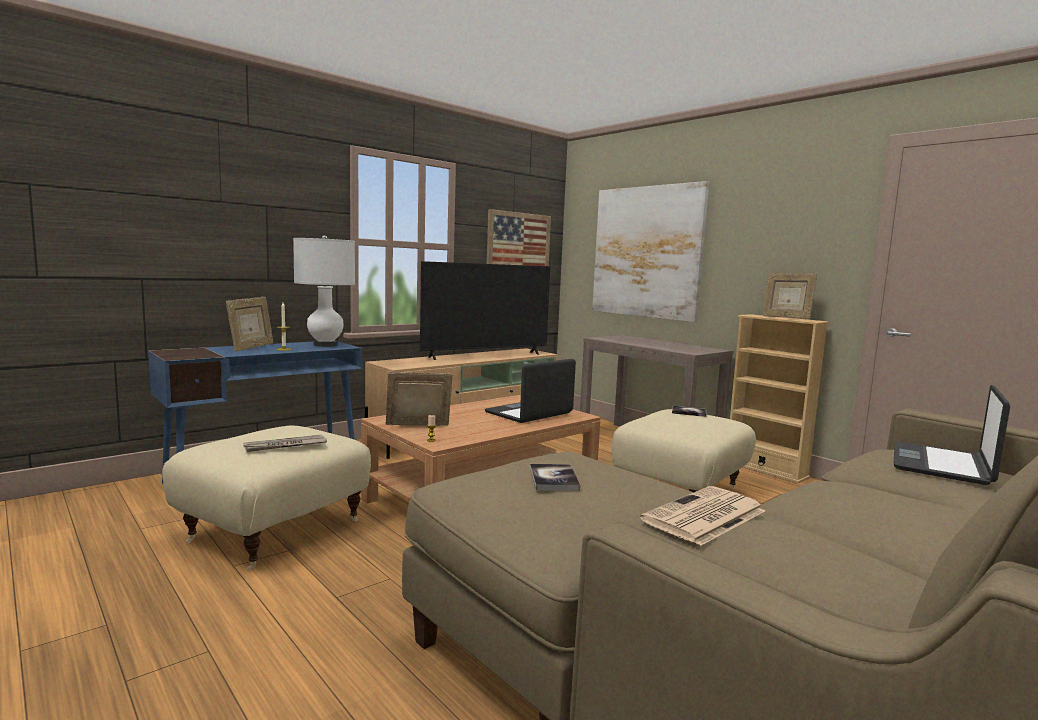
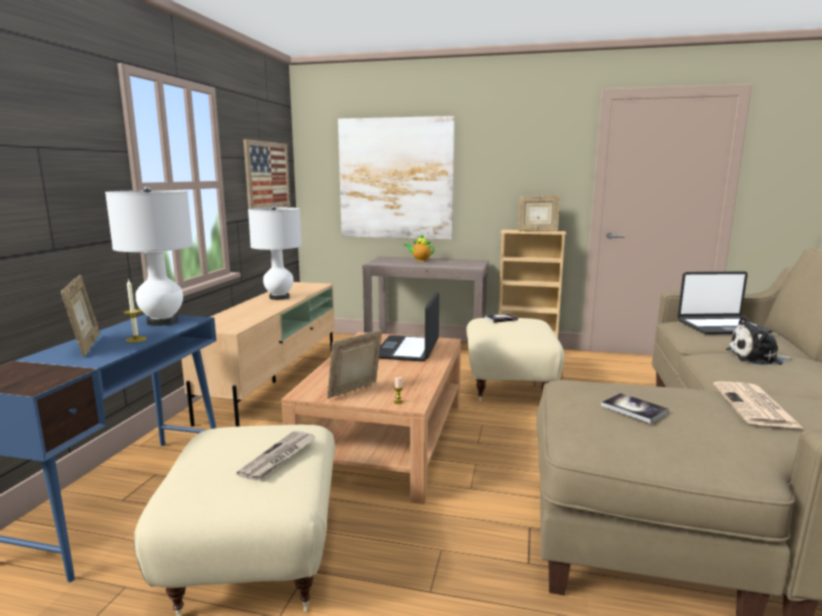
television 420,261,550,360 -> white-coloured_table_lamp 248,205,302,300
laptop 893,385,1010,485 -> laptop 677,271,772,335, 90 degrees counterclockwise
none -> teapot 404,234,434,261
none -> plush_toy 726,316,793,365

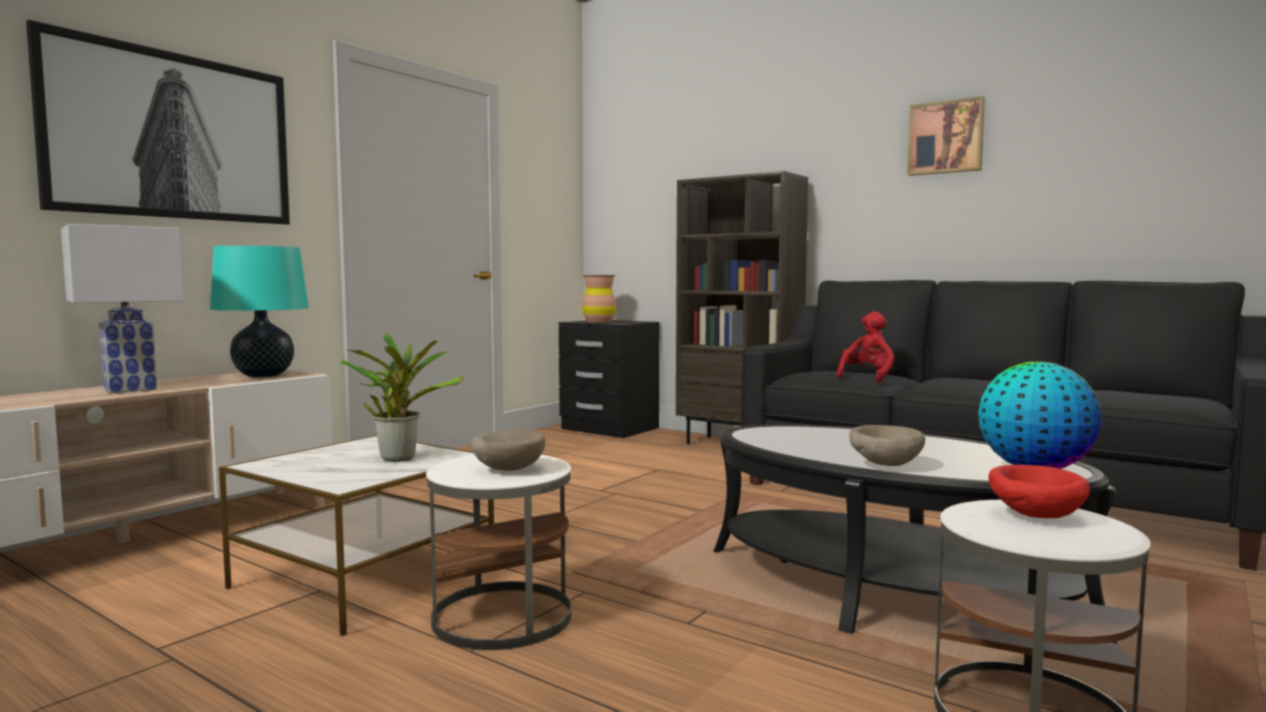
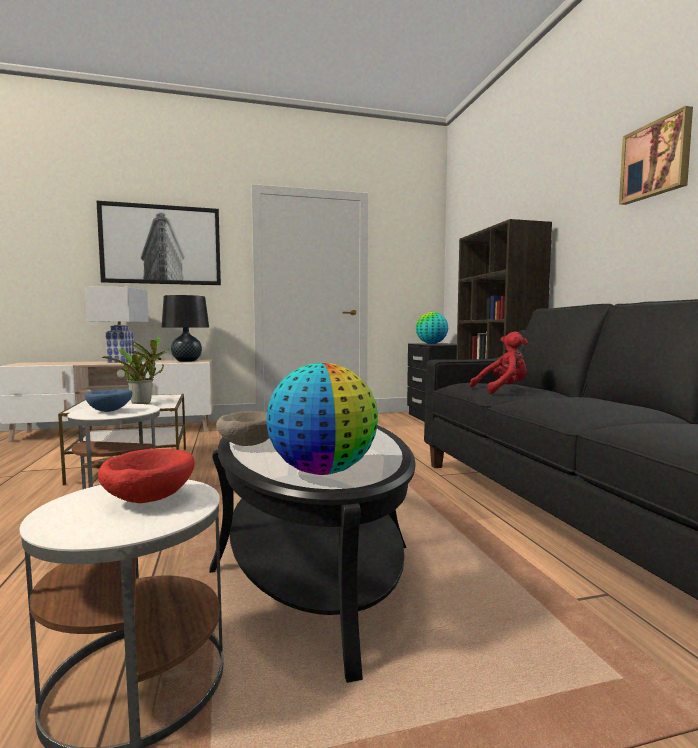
turquoise_table_lamp 210,246,309,377 -> blackish_table_lamp 162,295,209,362
brownish_flower_vase 582,275,616,323 -> desk_globe 416,312,448,344
sand-coloured_serving_bowl 472,429,545,471 -> blue_serving_bowl 85,389,132,412

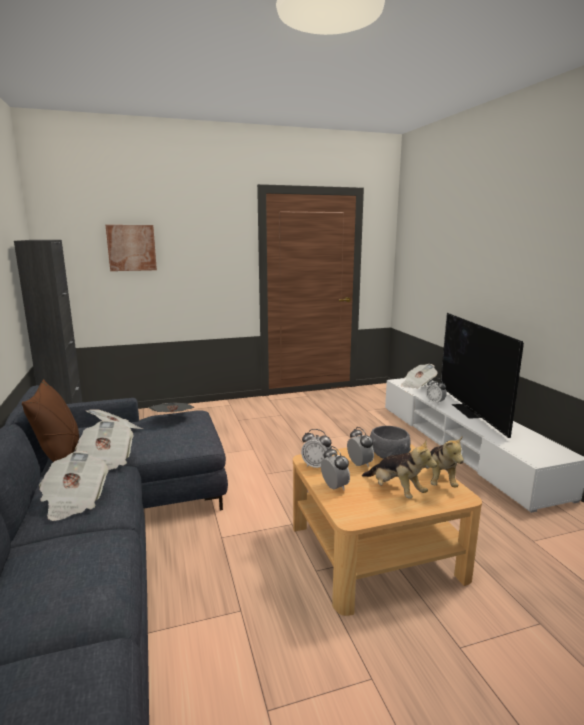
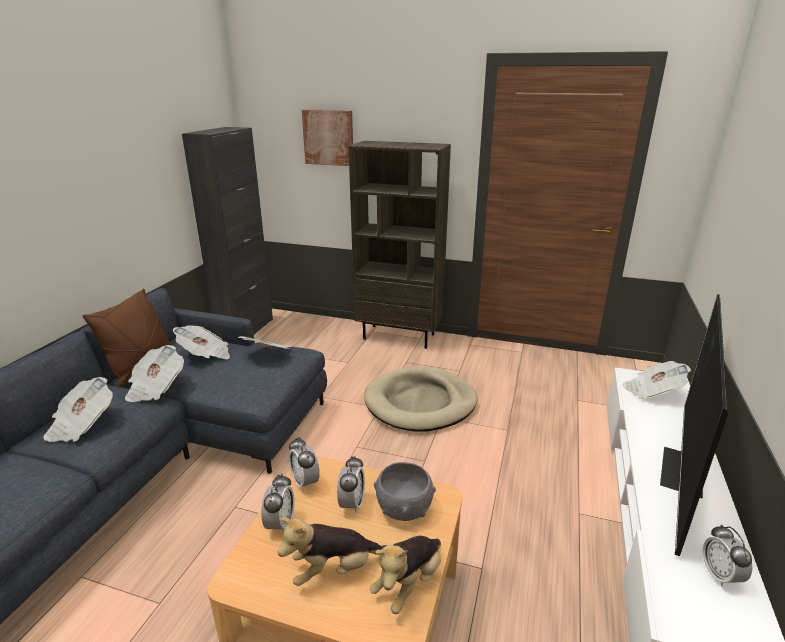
bedside_clock 426,378,447,404 -> bedside_clock 703,524,752,587, relocated
plush_toy 362,440,437,499 -> plush_toy 278,517,387,586, 75 degrees clockwise
none -> brownish_shelving_unit 348,141,451,349
none -> sand-coloured_pet_bed 364,366,477,432

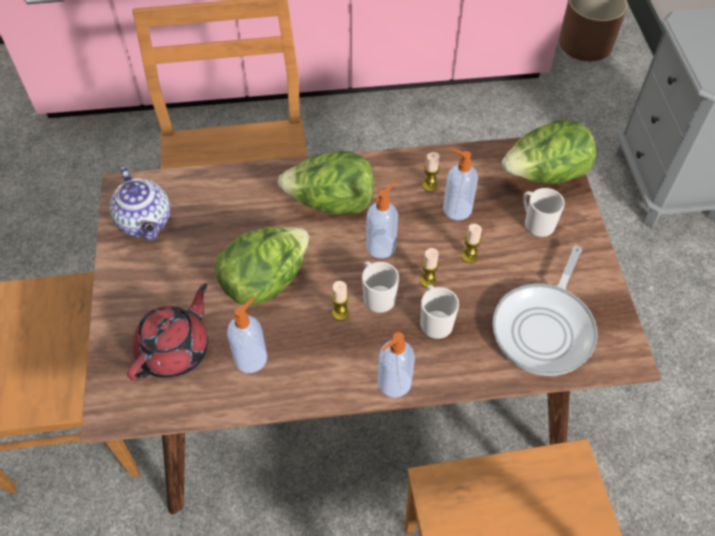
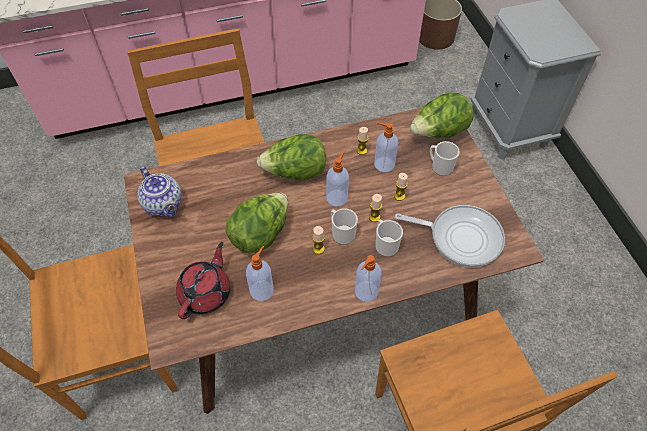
frying_pan 492,245,597,376 -> frying_pan 395,205,505,268, 90 degrees counterclockwise

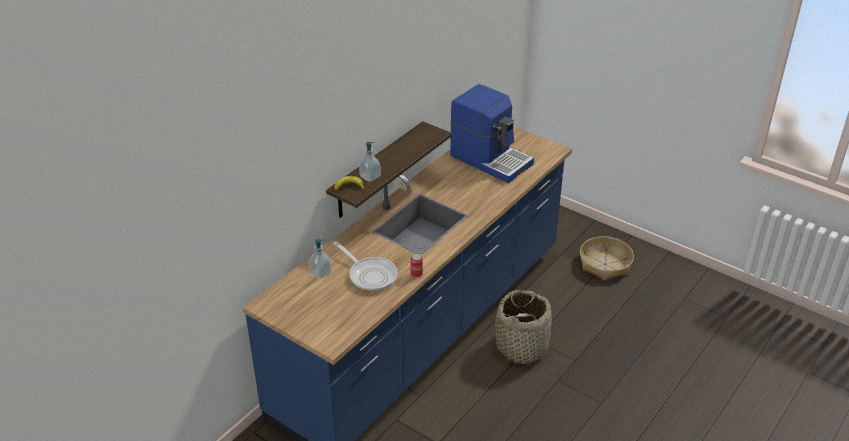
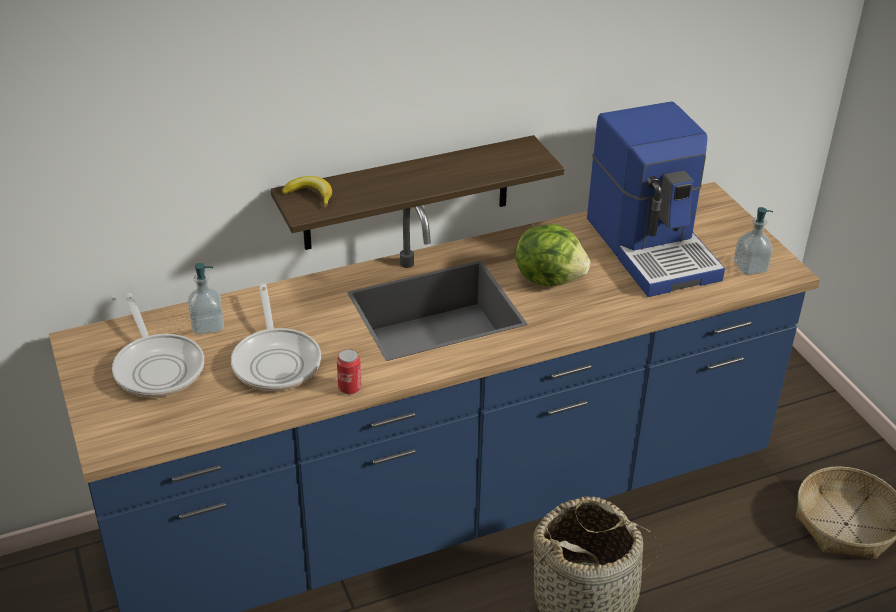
soap_bottle 359,142,381,182 -> soap_bottle 734,207,773,275, relocated
none -> head_of_lettuce 515,224,590,286
none -> frying_pan 112,293,204,397

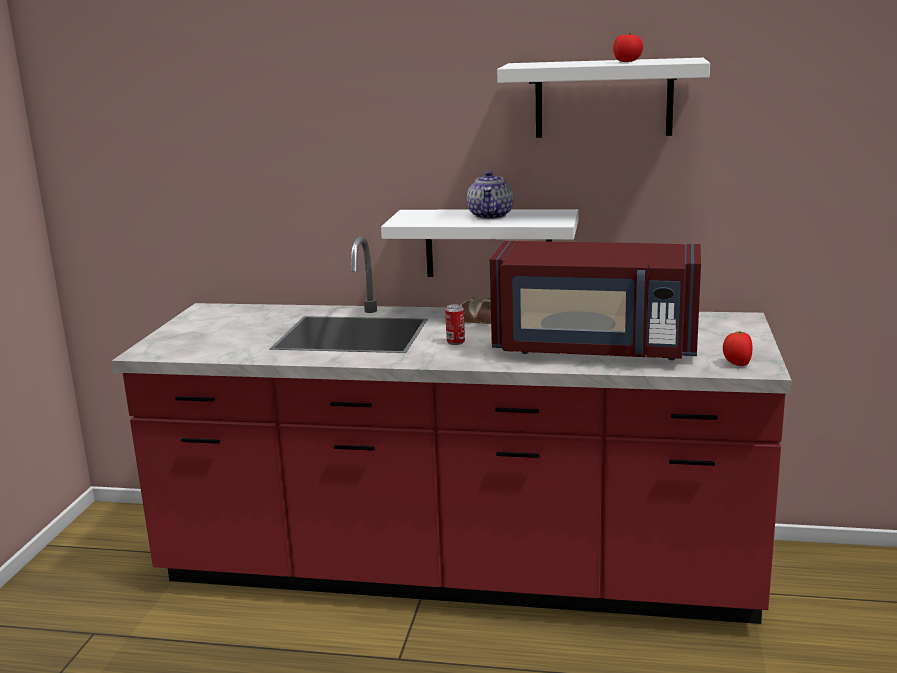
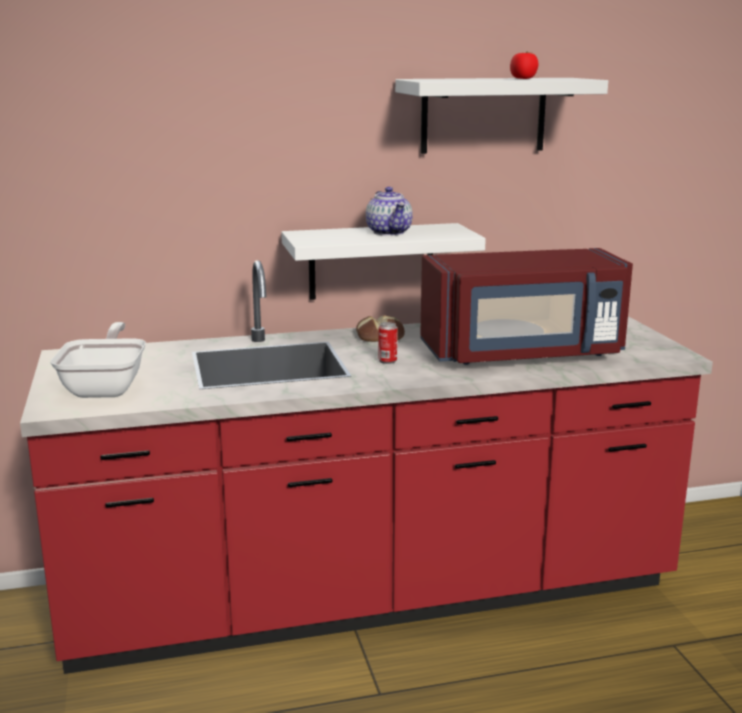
whole_tomato 723,331,753,366 -> none
none -> frying_pan 50,322,146,398

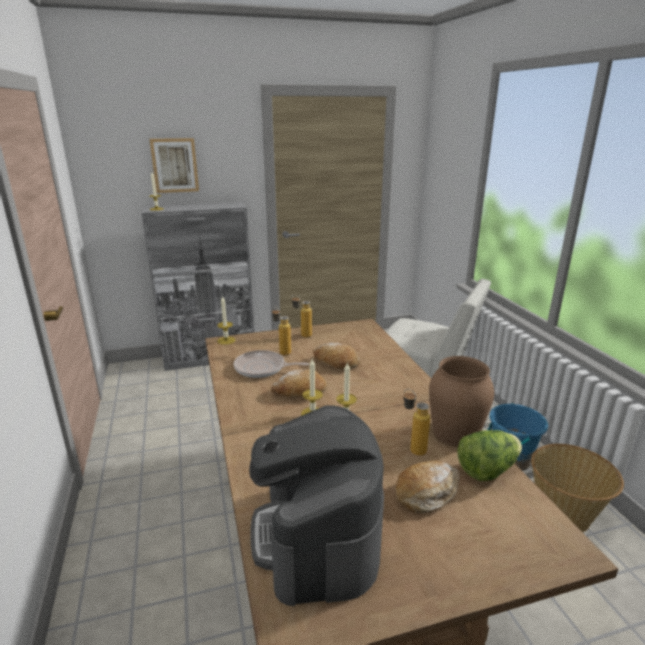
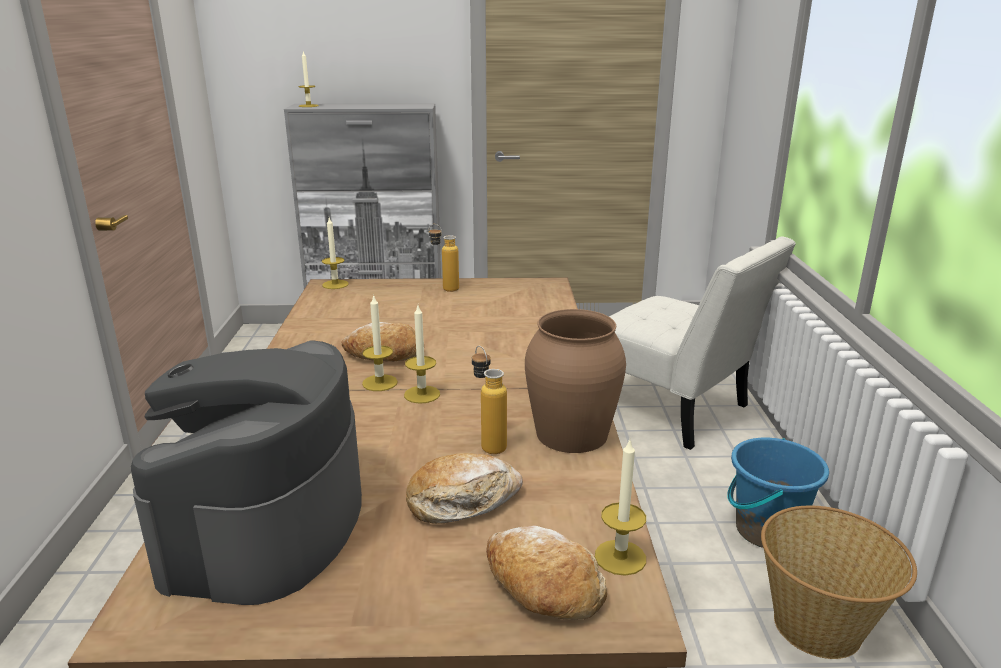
wall_art 150,138,199,193 -> none
beverage_bottle 272,307,291,355 -> none
bread 313,343,360,369 -> bread 486,526,607,620, relocated
frying_pan 234,350,309,378 -> none
head_of_lettuce 457,430,522,481 -> none
none -> candle 595,438,646,576

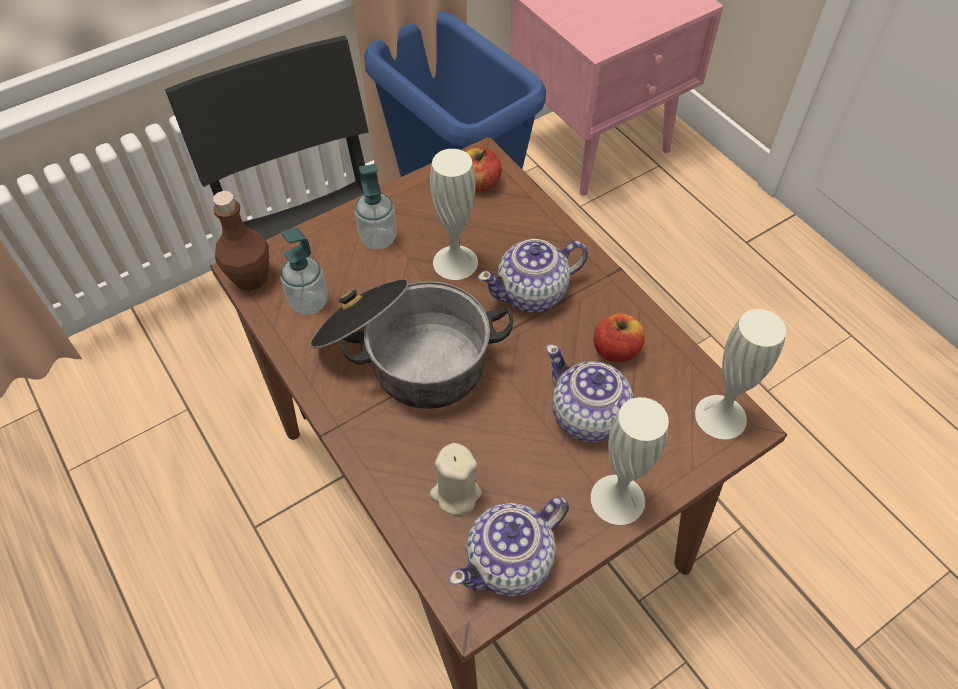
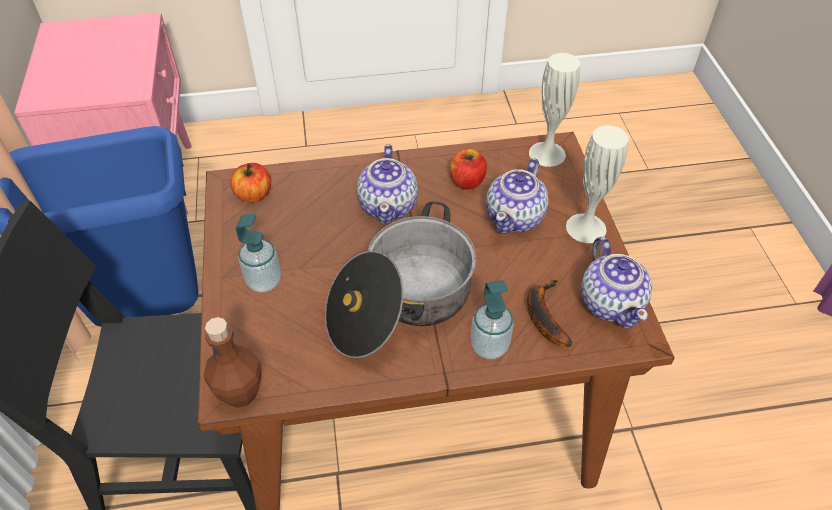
white-coloured_flower_vase 430,149,478,280 -> none
soap_bottle 280,228,328,315 -> soap_bottle 471,280,514,359, relocated
teapot 546,344,633,442 -> teapot 486,158,549,234, 45 degrees counterclockwise
sand-coloured_candle 430,443,482,516 -> banana_fruit 527,280,572,347

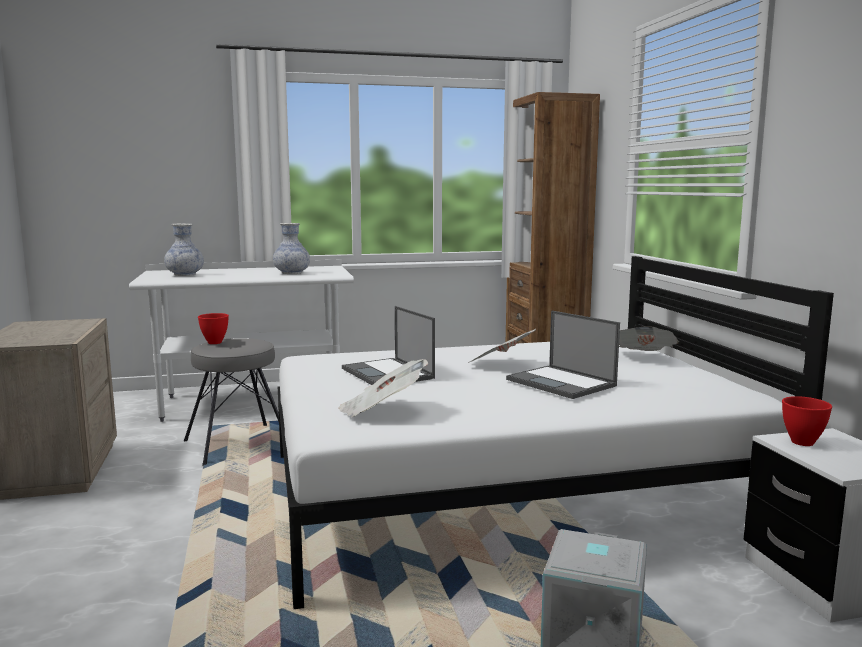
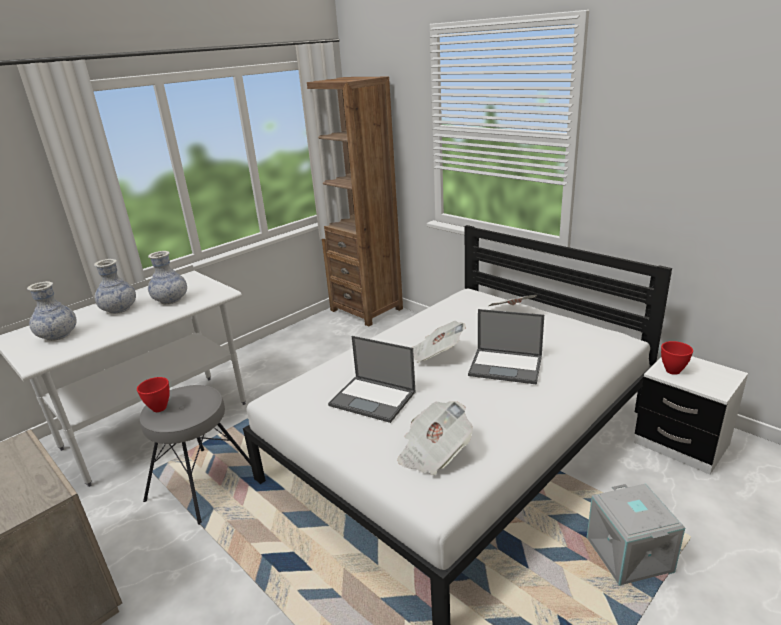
none -> flower_vase 94,259,136,314

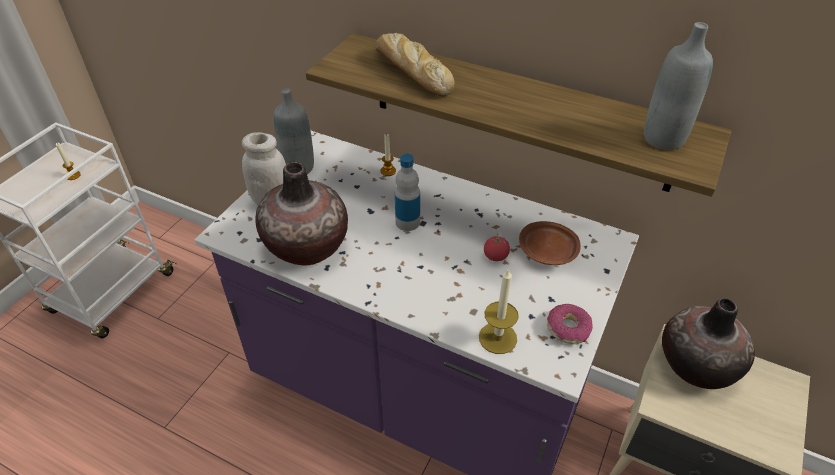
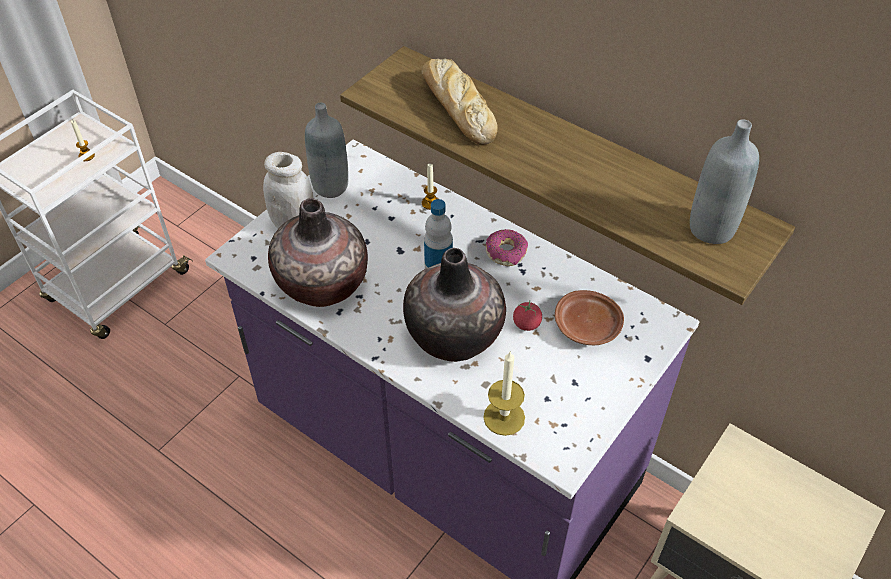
flower_vase 662,298,755,389 -> flower_vase 403,248,506,362, relocated
doughnut 547,304,593,344 -> doughnut 486,229,528,266, relocated

